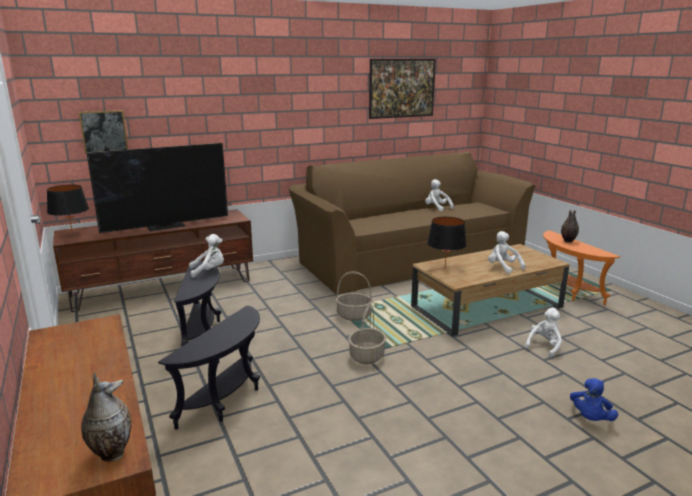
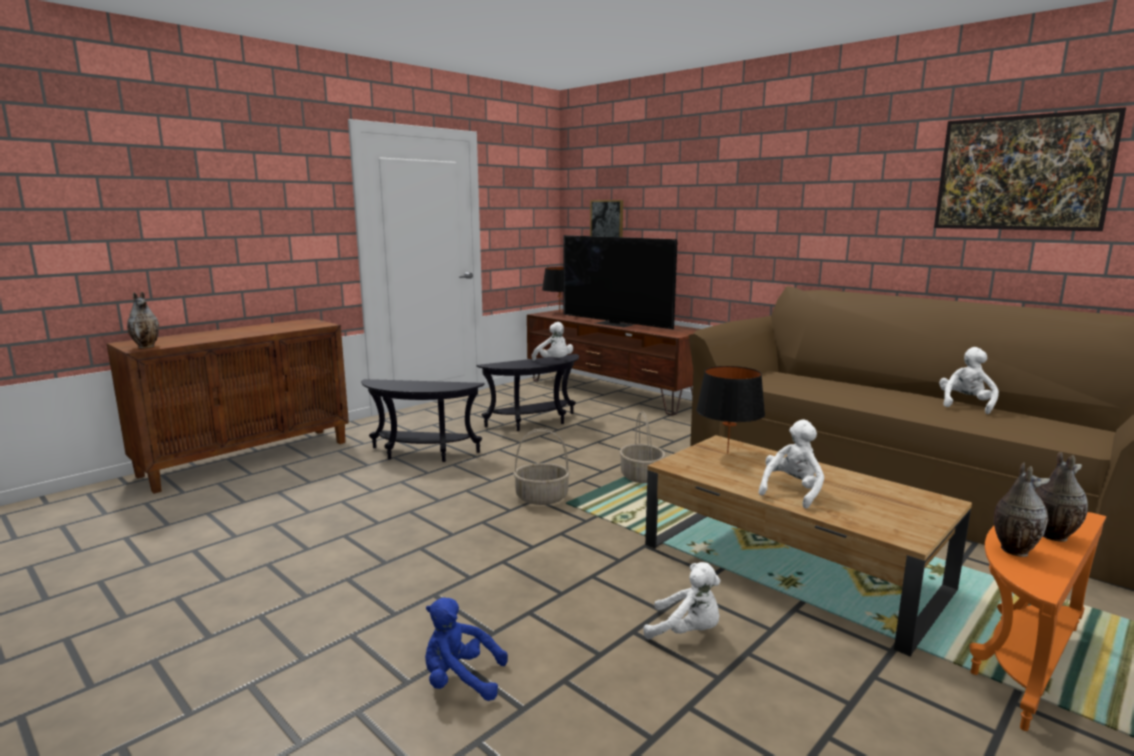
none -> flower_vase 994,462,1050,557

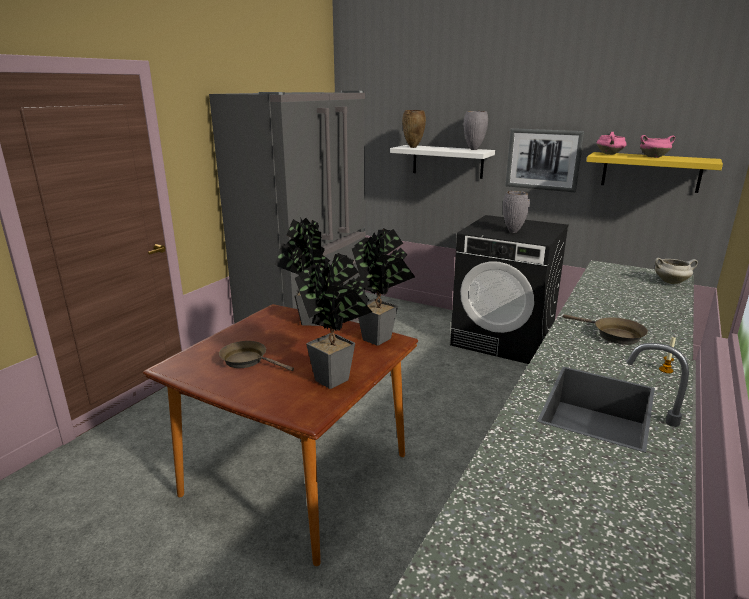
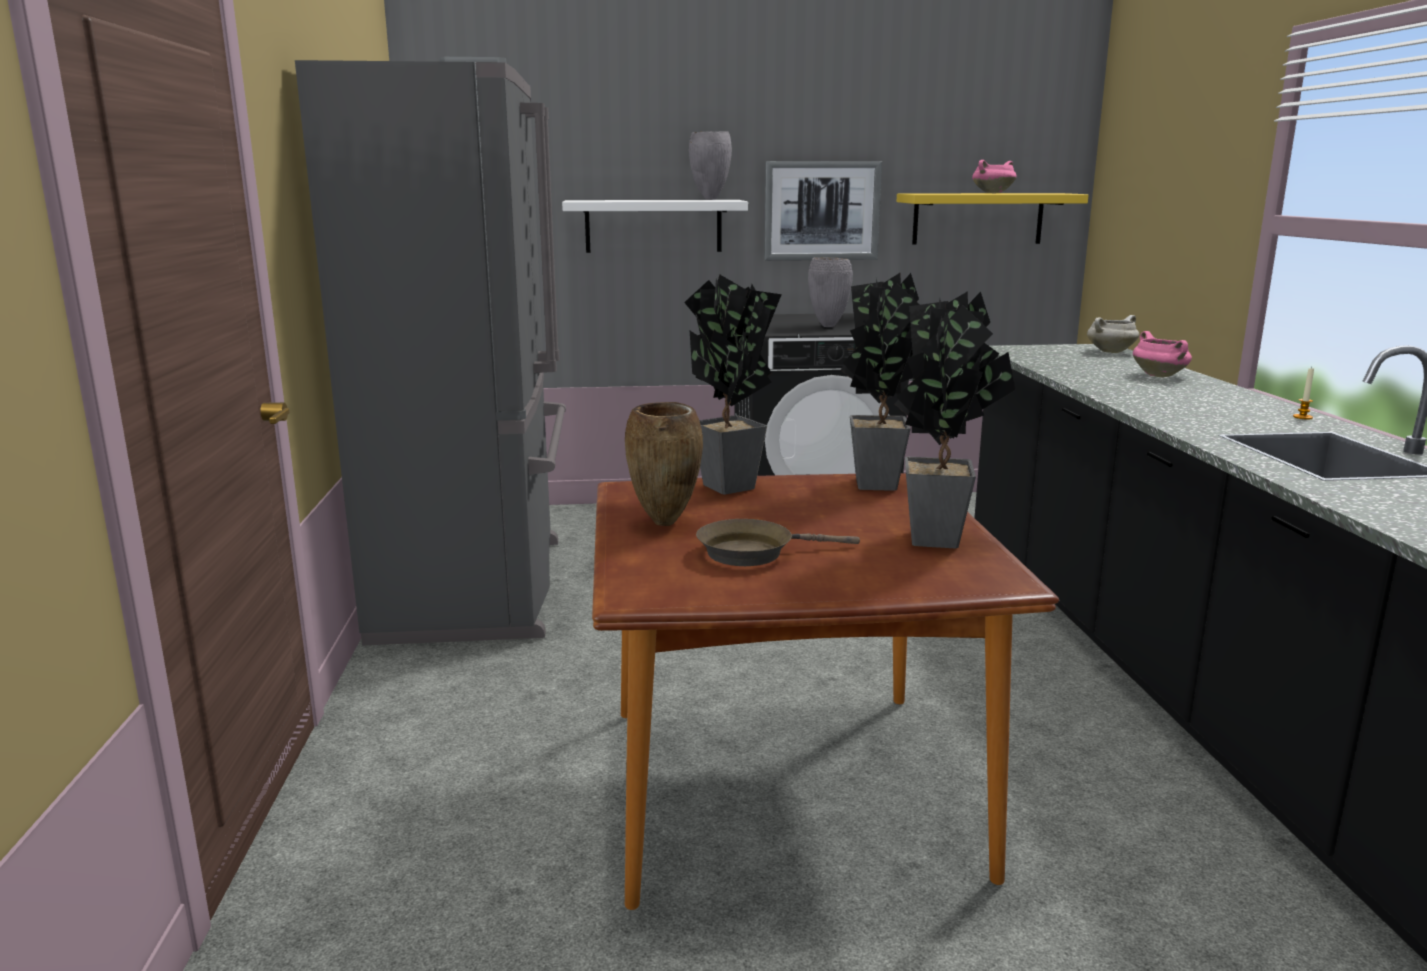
brownish_flower_vase 402,110,426,148 -> brownish_flower_vase 625,402,703,526, relocated
pinkish_cooking_pot 597,132,627,155 -> pinkish_cooking_pot 1133,331,1192,377, relocated
brownish_frying_pan 563,314,648,345 -> none

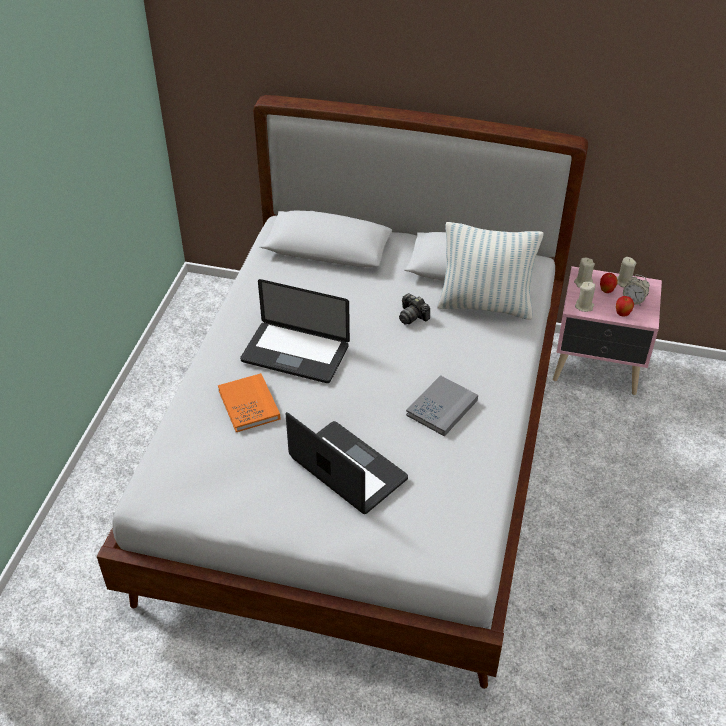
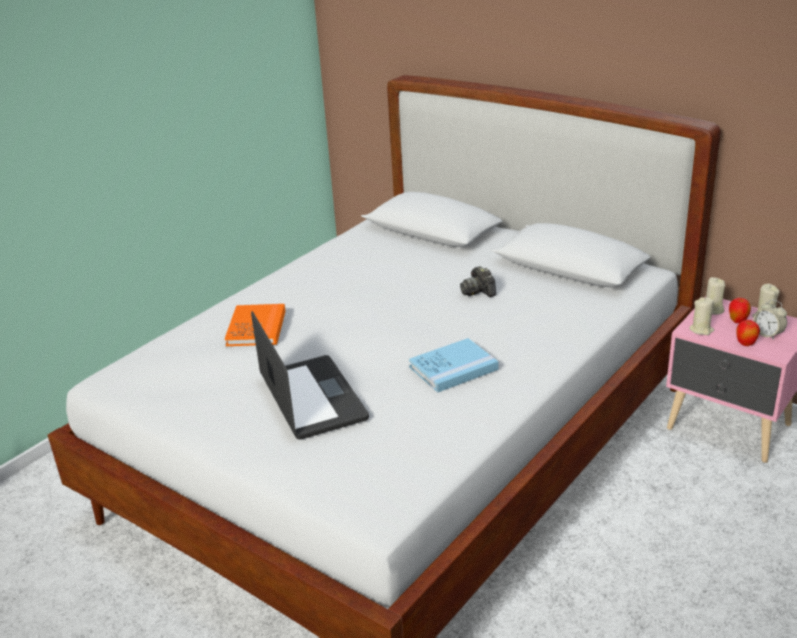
throw_pillow 437,222,543,320 -> none
laptop 240,279,350,383 -> none
gray_volume 406,375,478,437 -> blue_volume 409,338,499,393

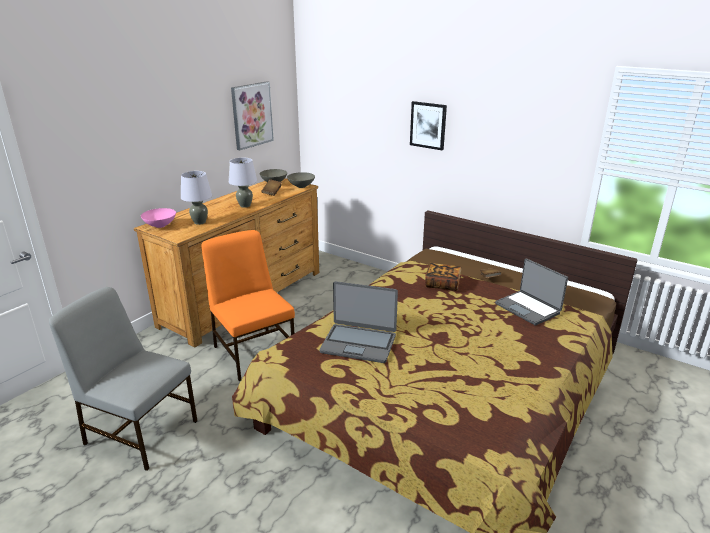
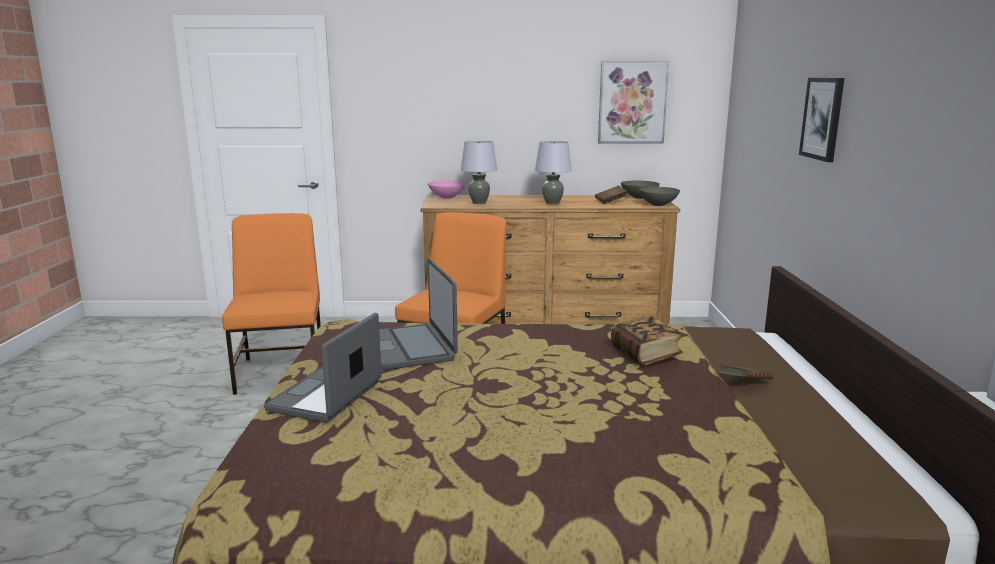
laptop 495,258,568,326 -> laptop 264,313,382,423, relocated
gray_upright_chair 49,287,197,471 -> orangey_upright_chair 222,213,321,395

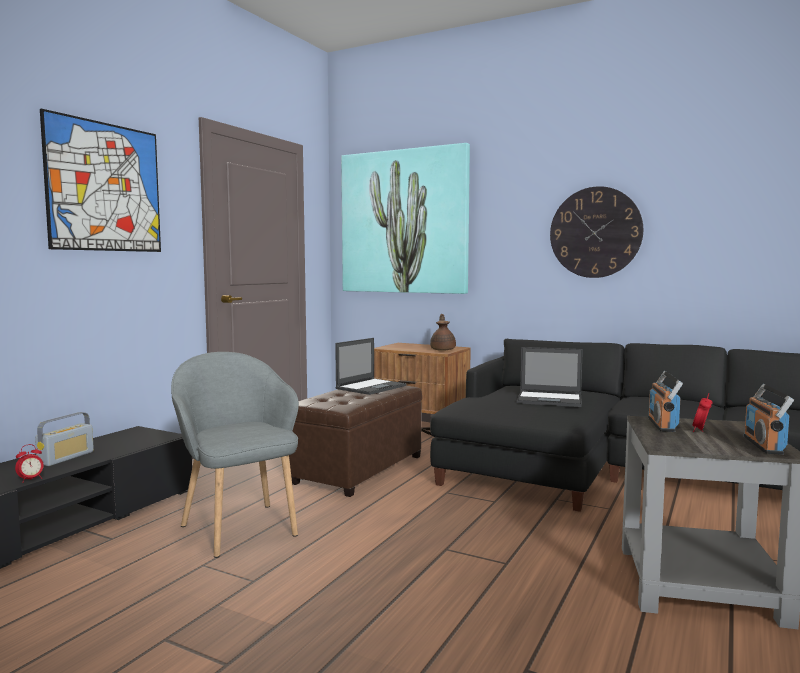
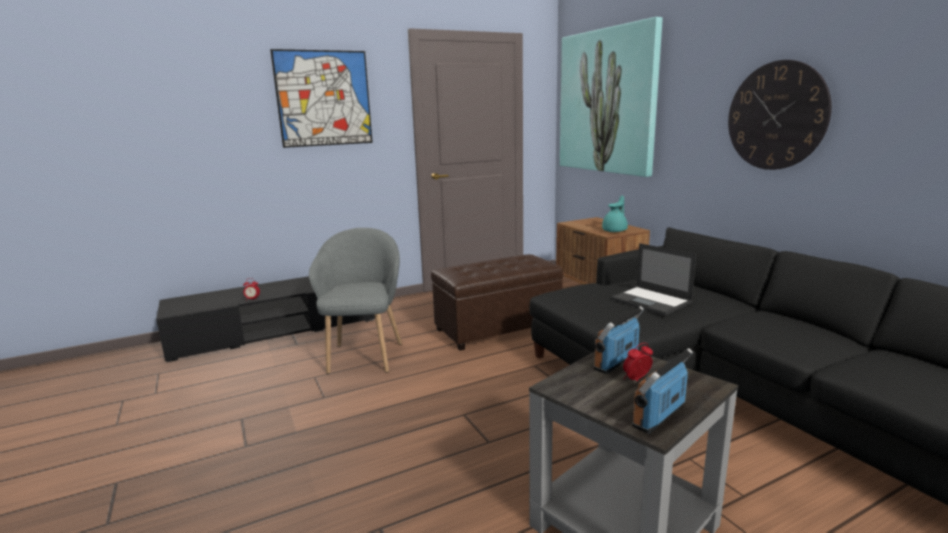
brownish_teapot 430,314,456,351 -> turquoise_teapot 602,196,628,232
laptop 335,338,406,395 -> none
radio_set 35,412,94,466 -> none

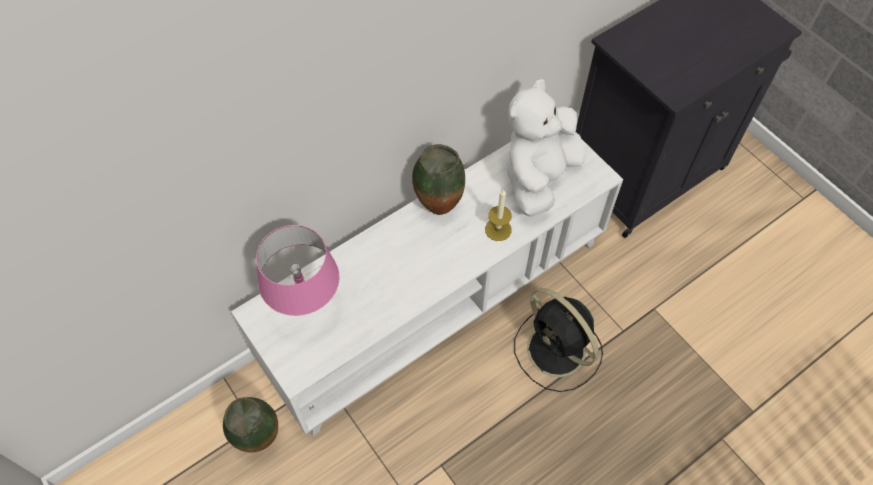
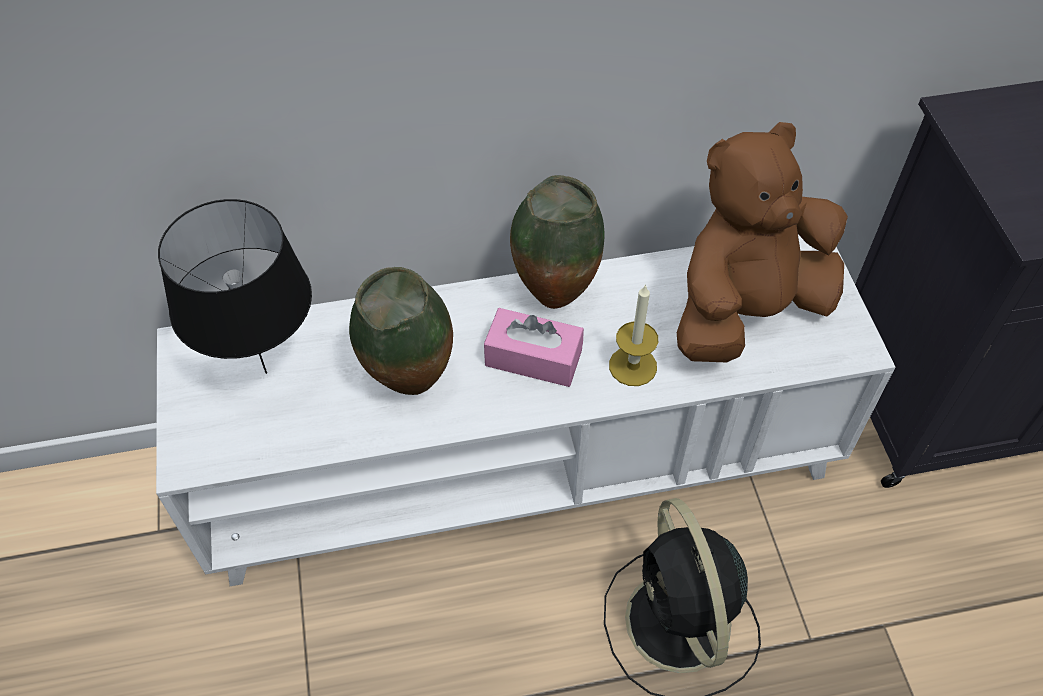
white-coloured_plush_toy 507,79,585,217 -> brownish_plush_toy 677,122,848,362
pinkish_table_lamp 256,225,339,316 -> blackish_table_lamp 158,199,312,374
flower_vase 223,397,278,452 -> flower_vase 349,267,453,395, relocated
none -> pinkish_box_of_tissues 484,308,584,387

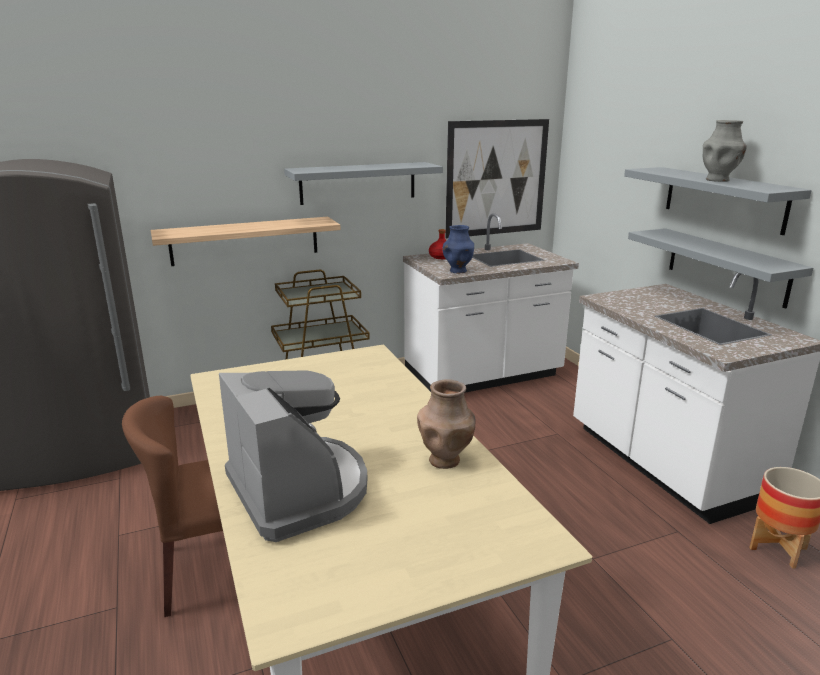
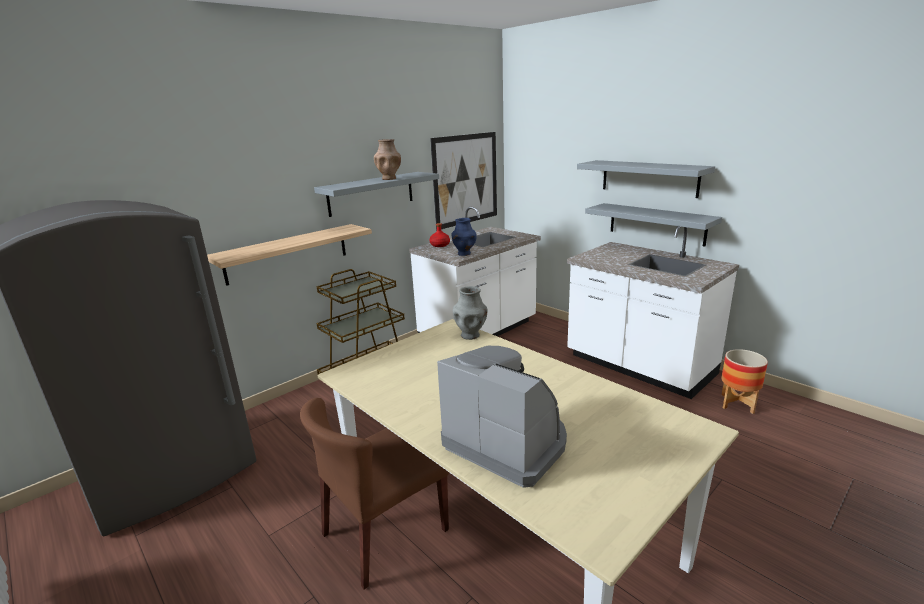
gray_flower_vase 703,120,747,182 -> gray_flower_vase 453,286,488,340, relocated
brownish_flower_vase 417,379,476,469 -> brownish_flower_vase 374,139,401,180, relocated

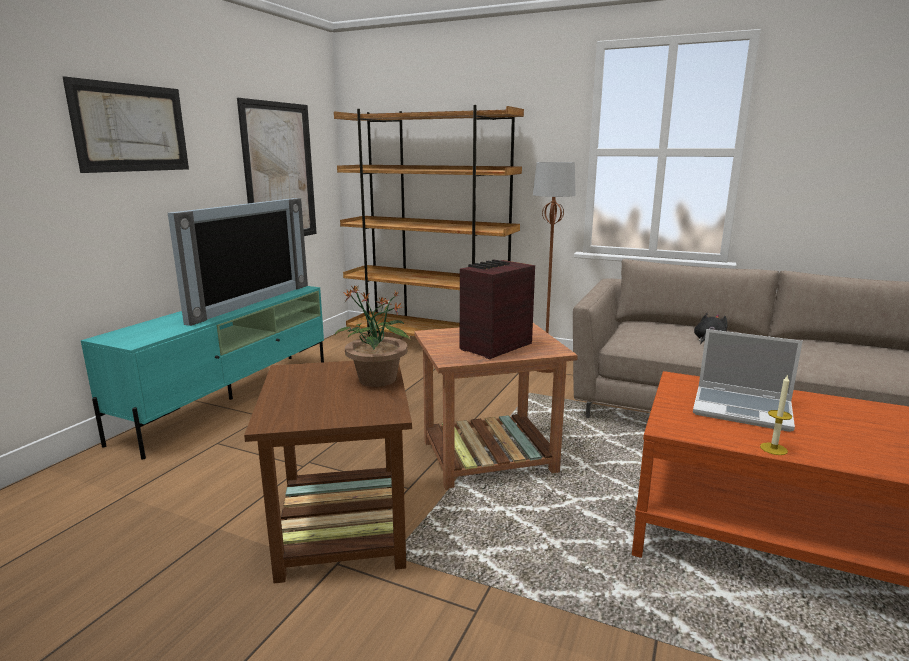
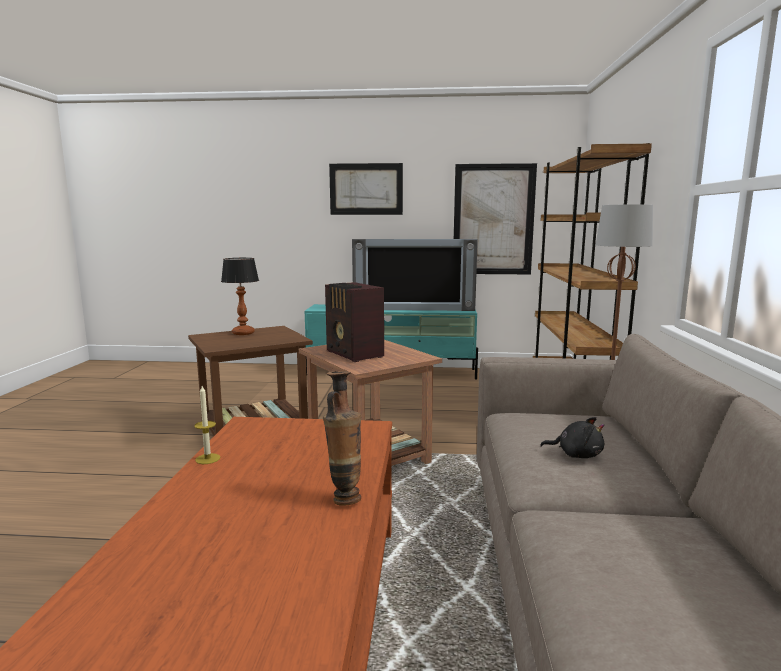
radio_set 460,259,535,359 -> radio_set 325,282,384,362, 150 degrees counterclockwise
plant_in_a_pot 334,285,411,387 -> none
laptop 693,329,803,432 -> none
none -> table_lamp 221,258,259,335
none -> flower_vase 323,371,362,506

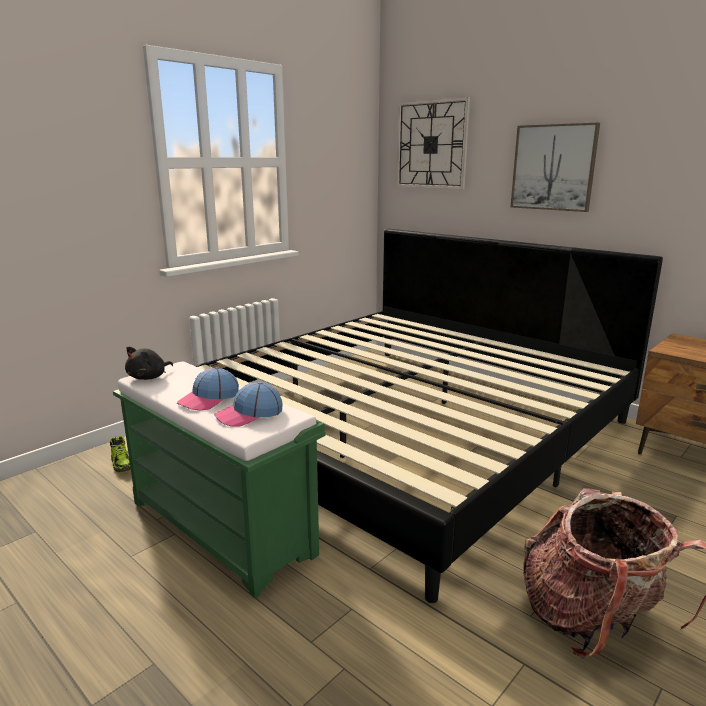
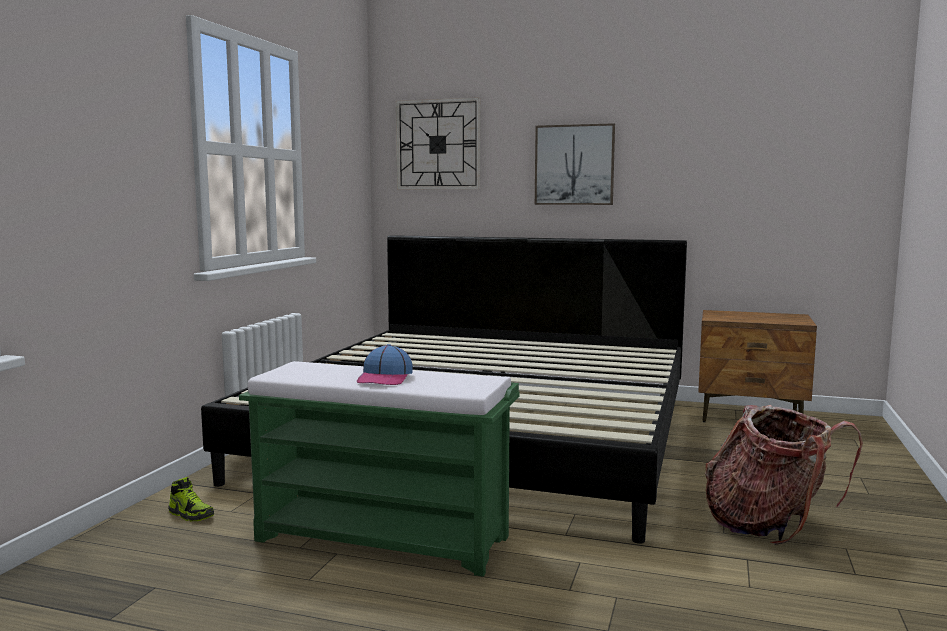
blackish_plush_toy 125,347,173,380 -> none
peaked_cap 214,382,283,426 -> none

